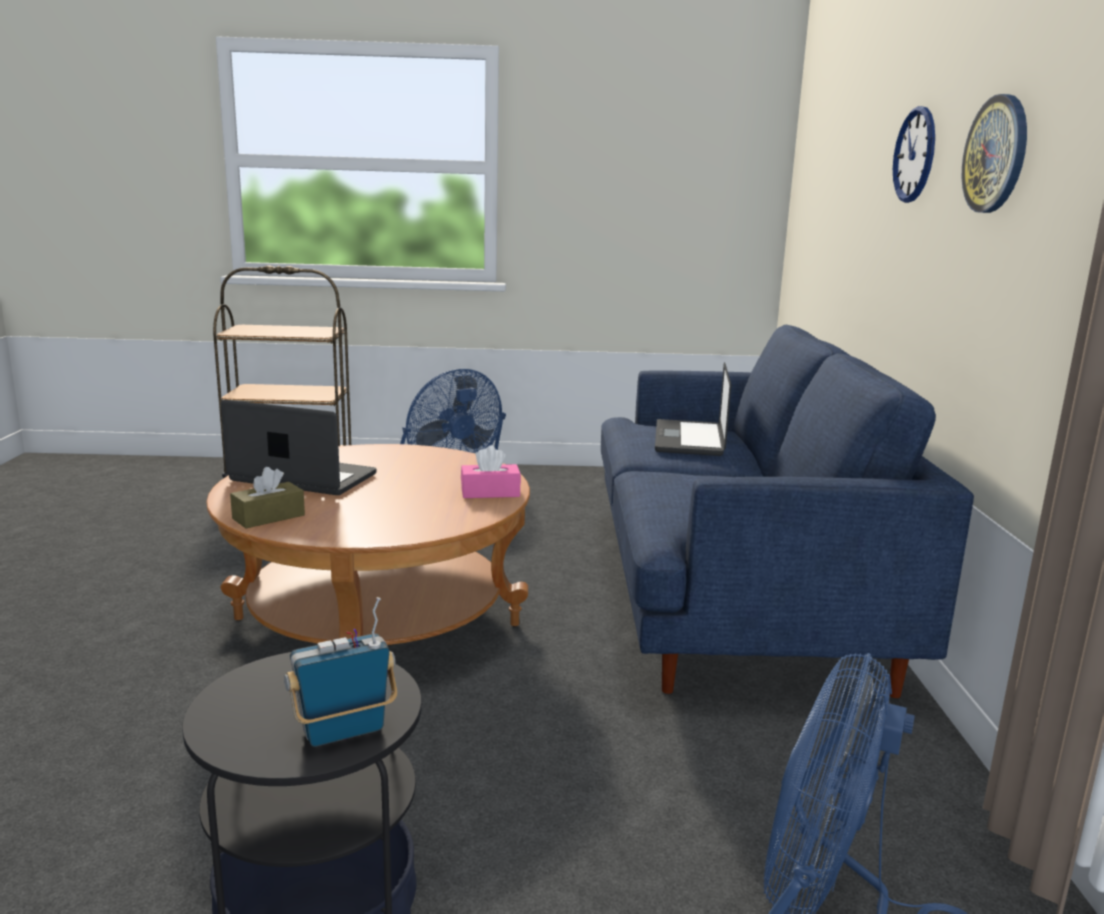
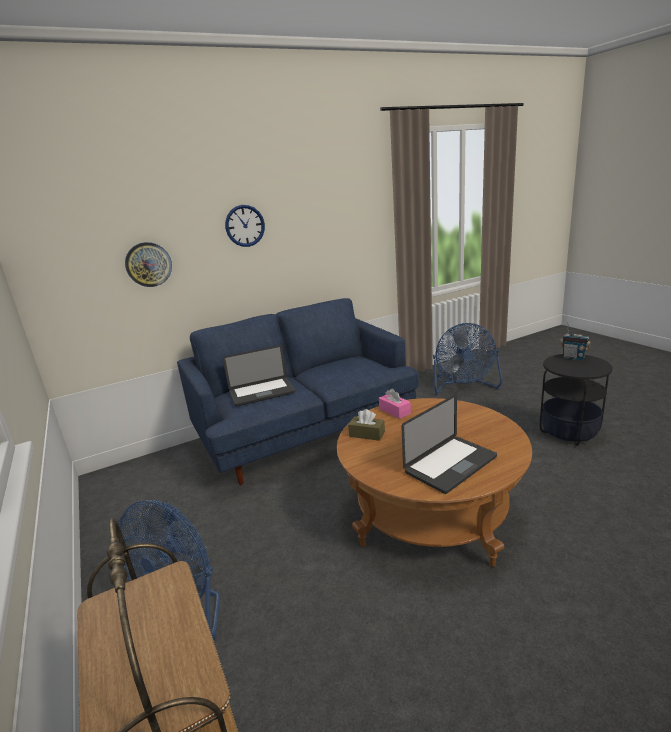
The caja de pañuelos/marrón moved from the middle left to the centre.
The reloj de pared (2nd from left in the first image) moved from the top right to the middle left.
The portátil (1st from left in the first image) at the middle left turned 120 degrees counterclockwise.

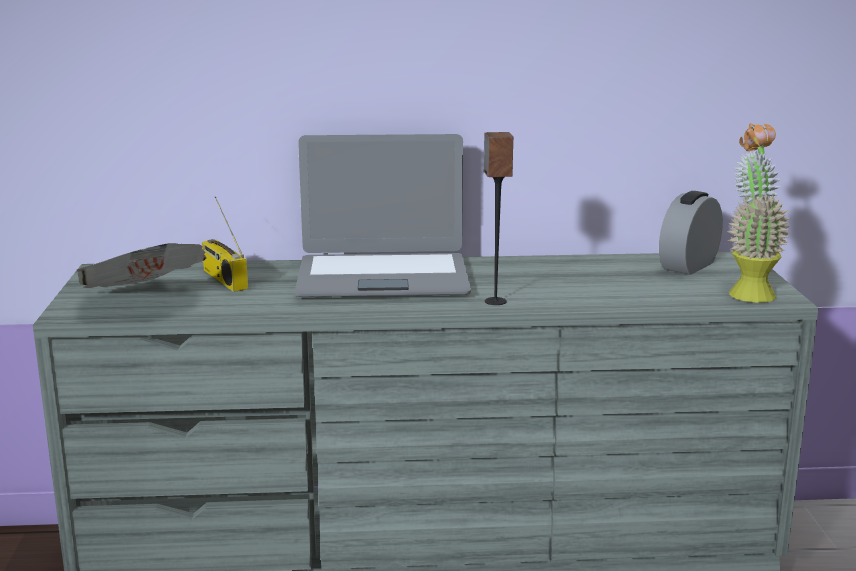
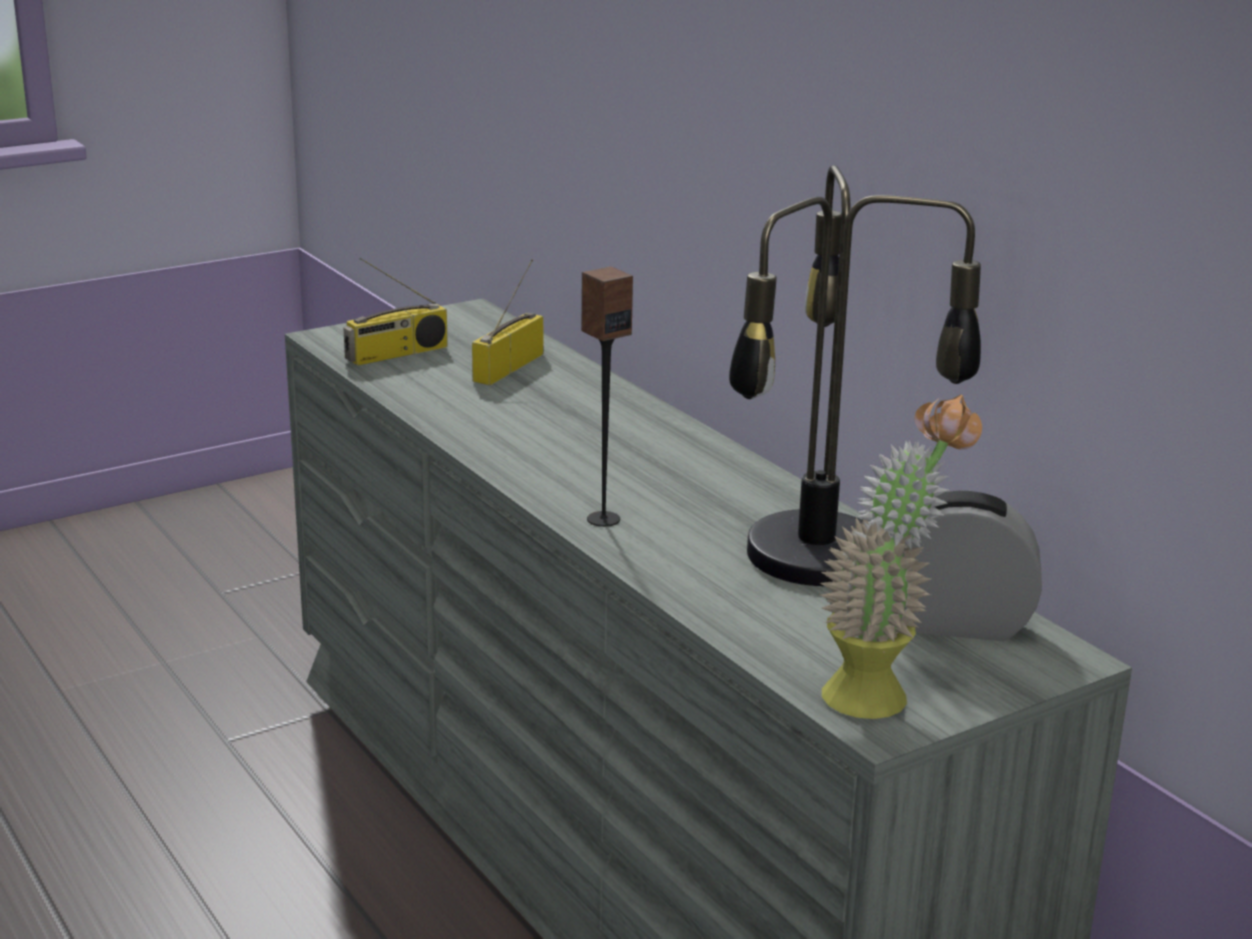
The portátil at the centre disappeared.
The lámpara de mesa at the middle right appeared.
The periódico at the middle left was replaced by the radio (1st from left) at the top left.

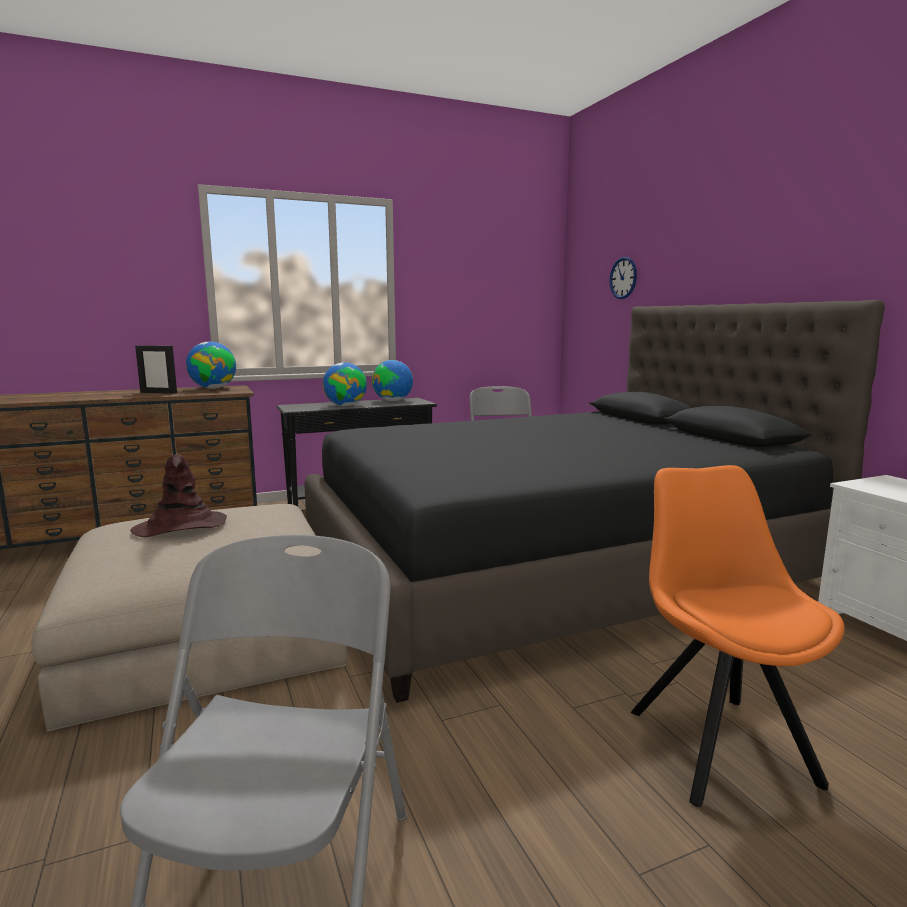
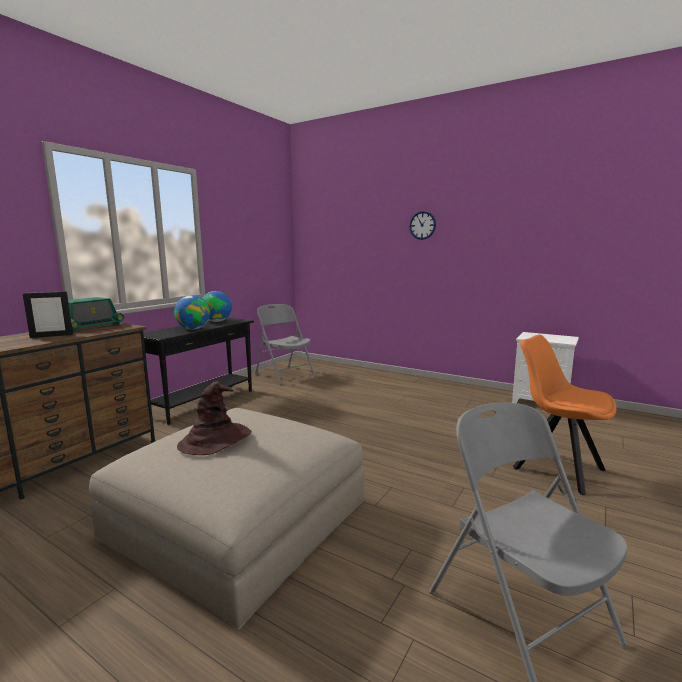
The cama/negro at the centre disappeared.
The reloj de pared moved from the top right to the top centre.
The globo terráqueo (1st from left) at the middle left was replaced by the radio at the middle left.

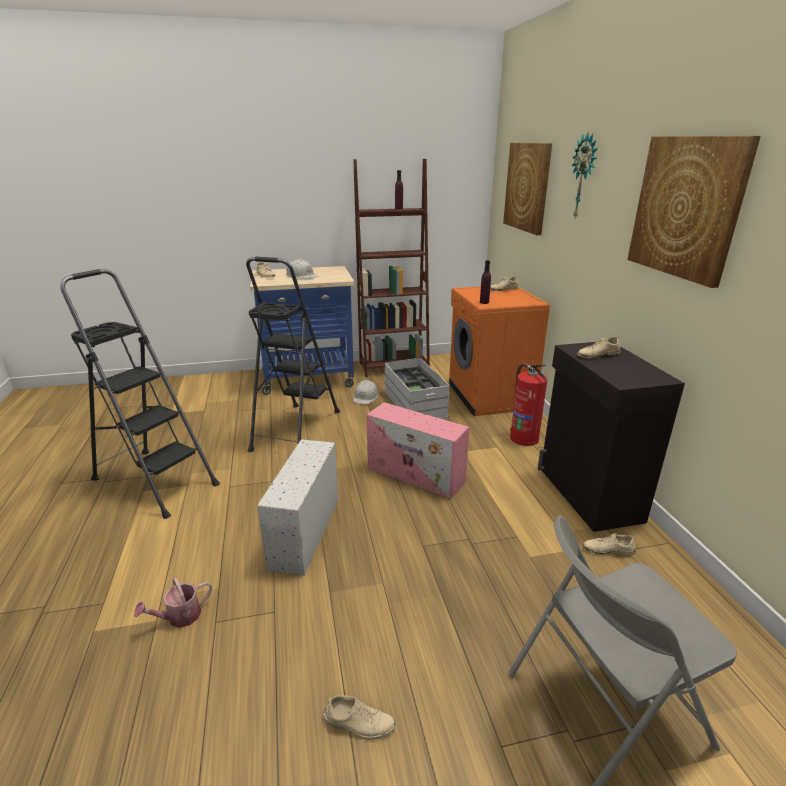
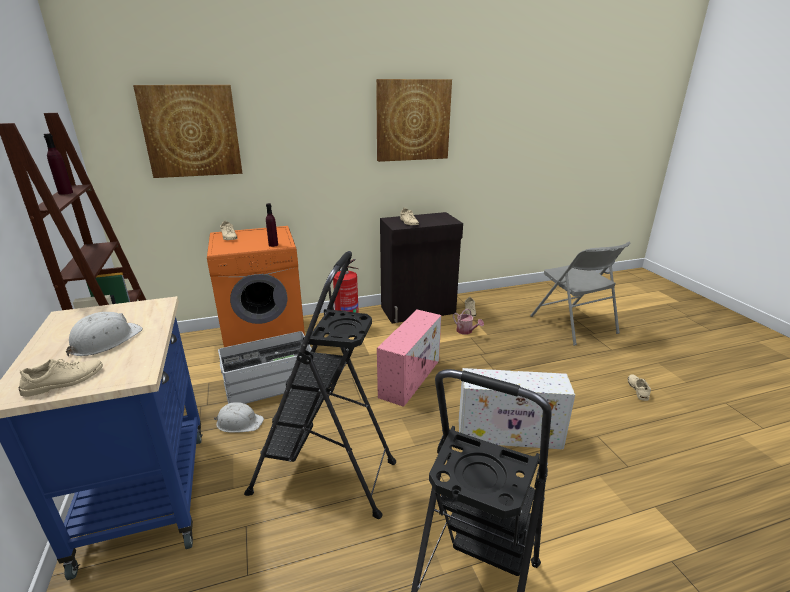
The reloj de pared at the top right disappeared.
The regadera moved from the bottom left to the centre.

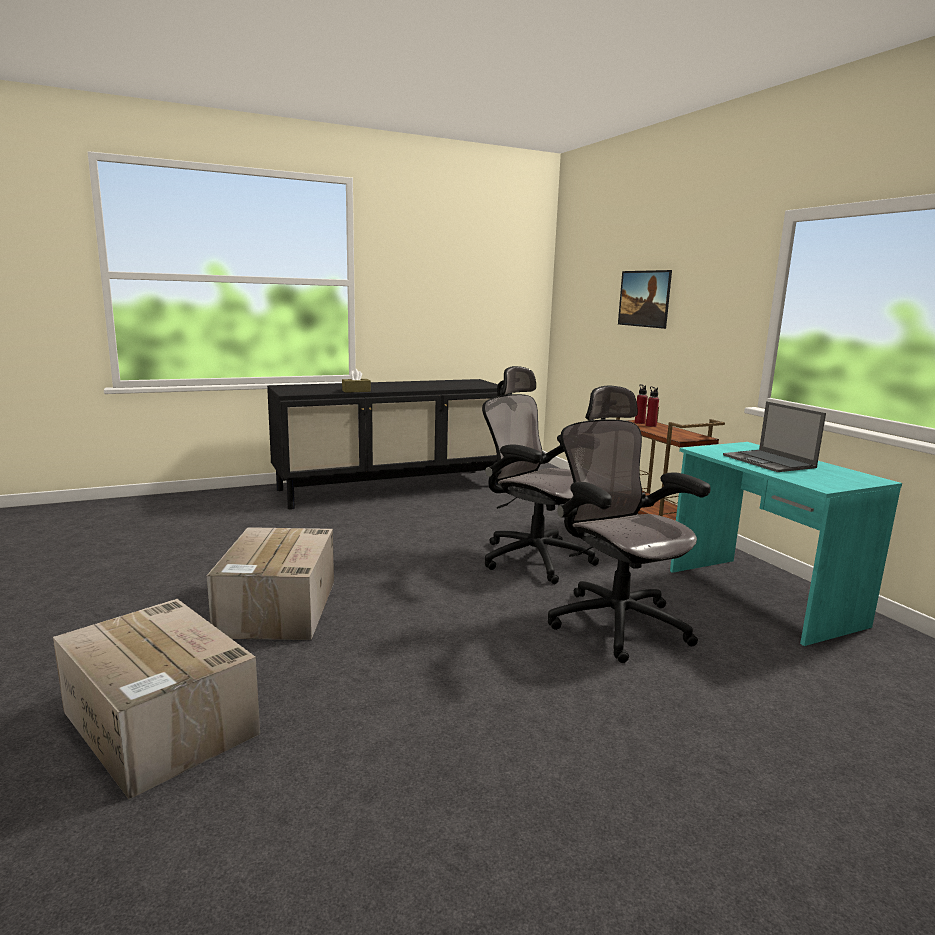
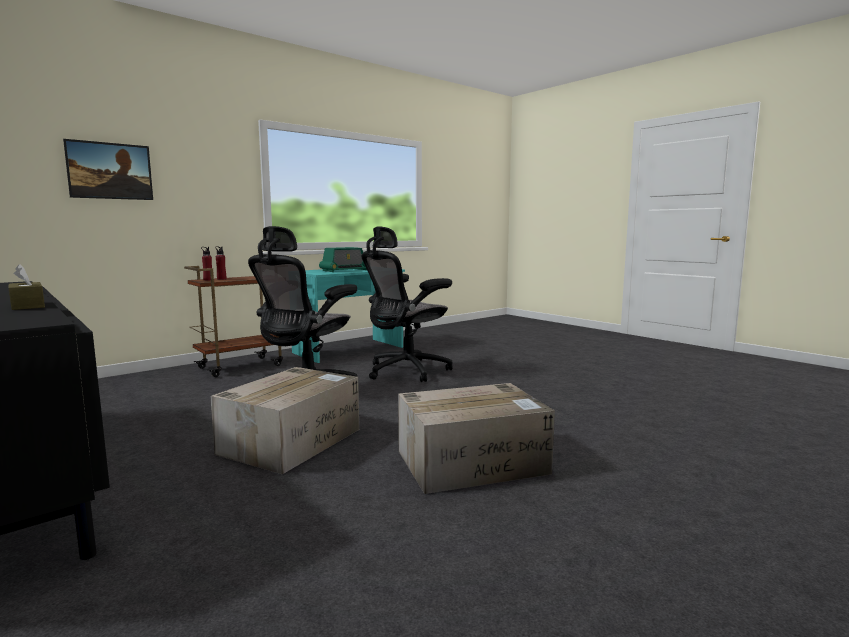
The caja de cartón (1st from left) moved from the bottom left to the centre.
The portátil at the middle right was replaced by the radio at the centre.

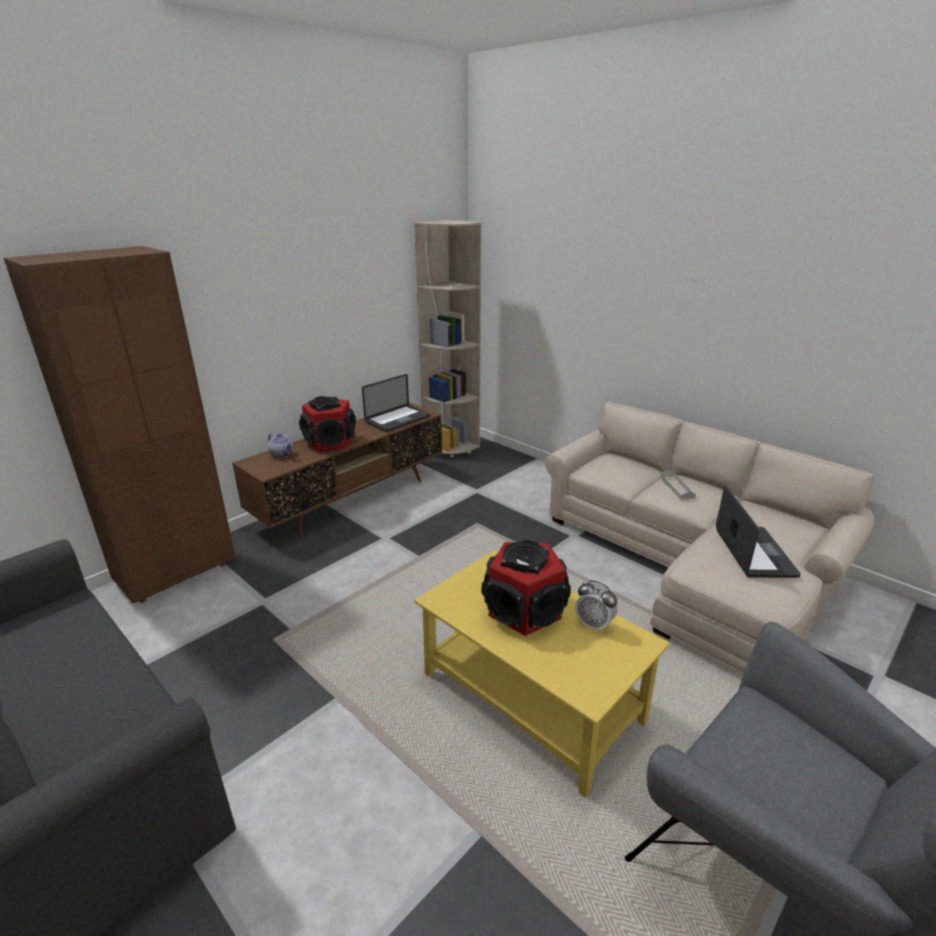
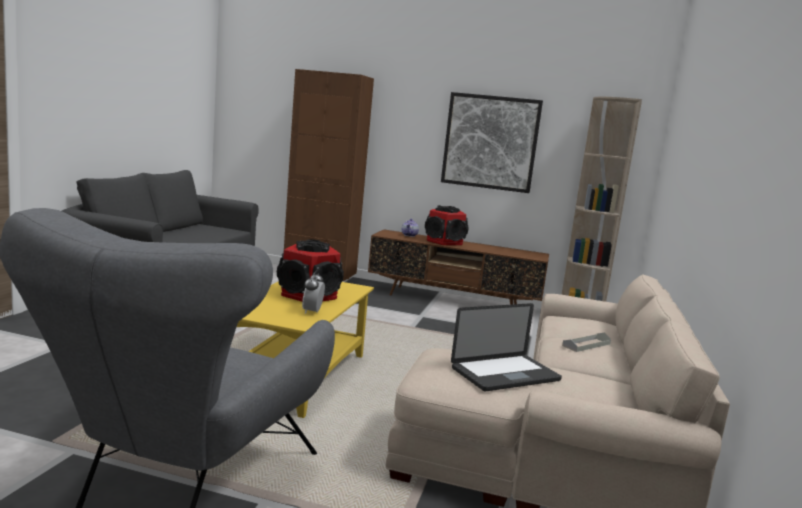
The portátil (1st from left) at the centre disappeared.
The cuadro at the top centre appeared.

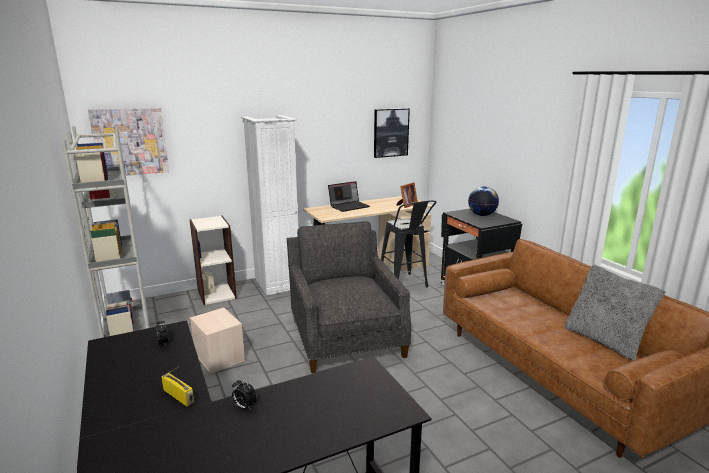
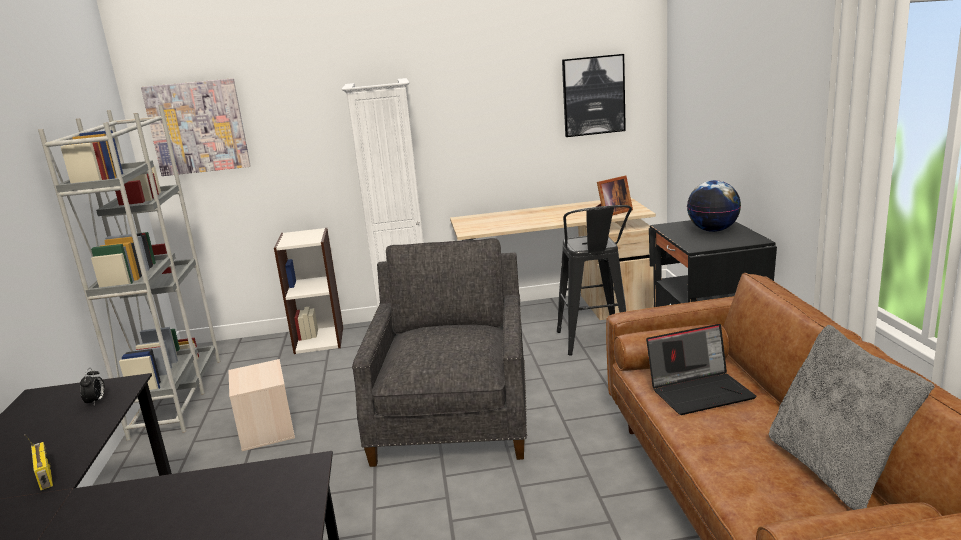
The despertador (2nd from left) at the bottom centre disappeared.
The portátil moved from the centre to the bottom right.

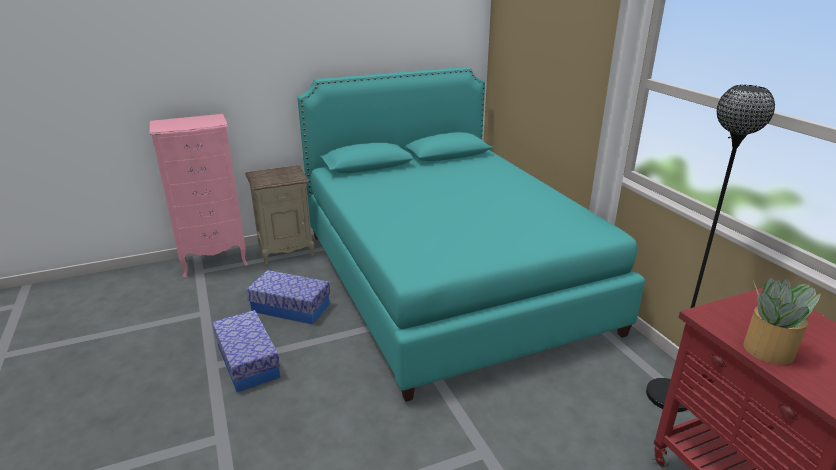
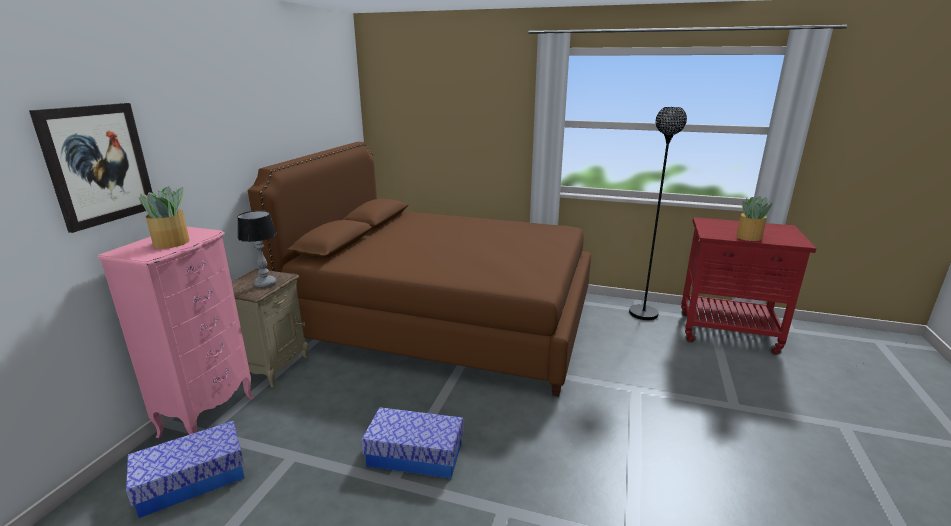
The cuadro at the top left appeared.
The planta en maceta (1st from left) at the middle left appeared.
The lámpara de mesa at the middle left appeared.
The caja de almacenaje (2nd from left in the first image) moved from the centre to the bottom left.
The cama/turquesa at the centre became the cama/marrón at the centre.

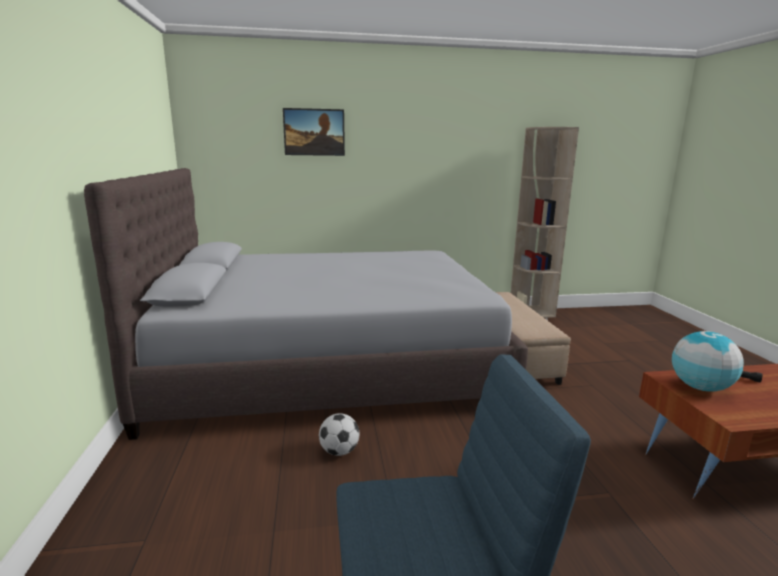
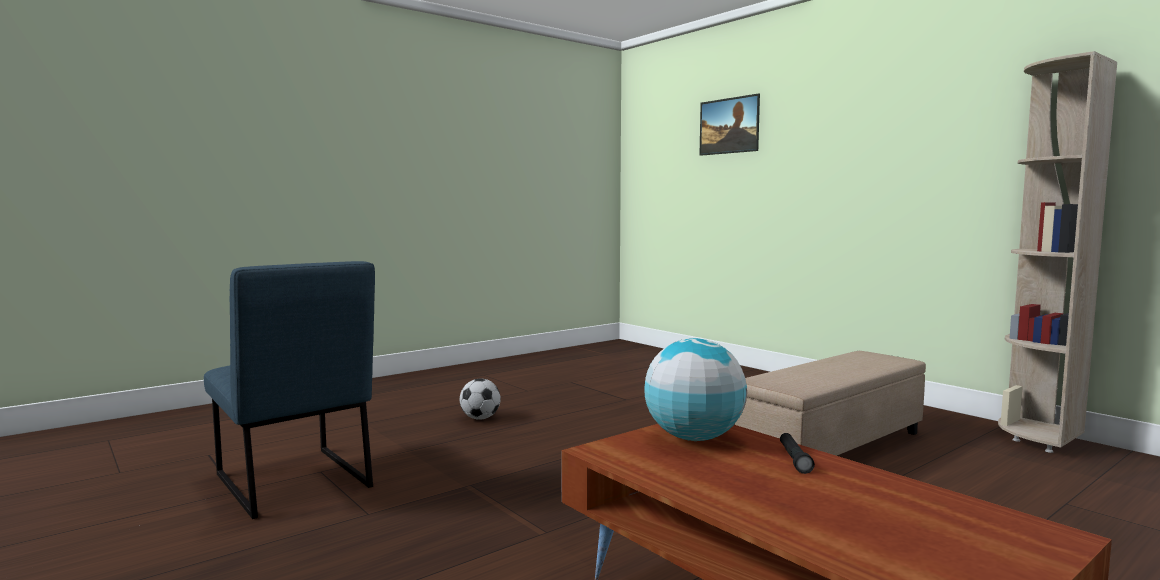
The cama/gris at the centre disappeared.

